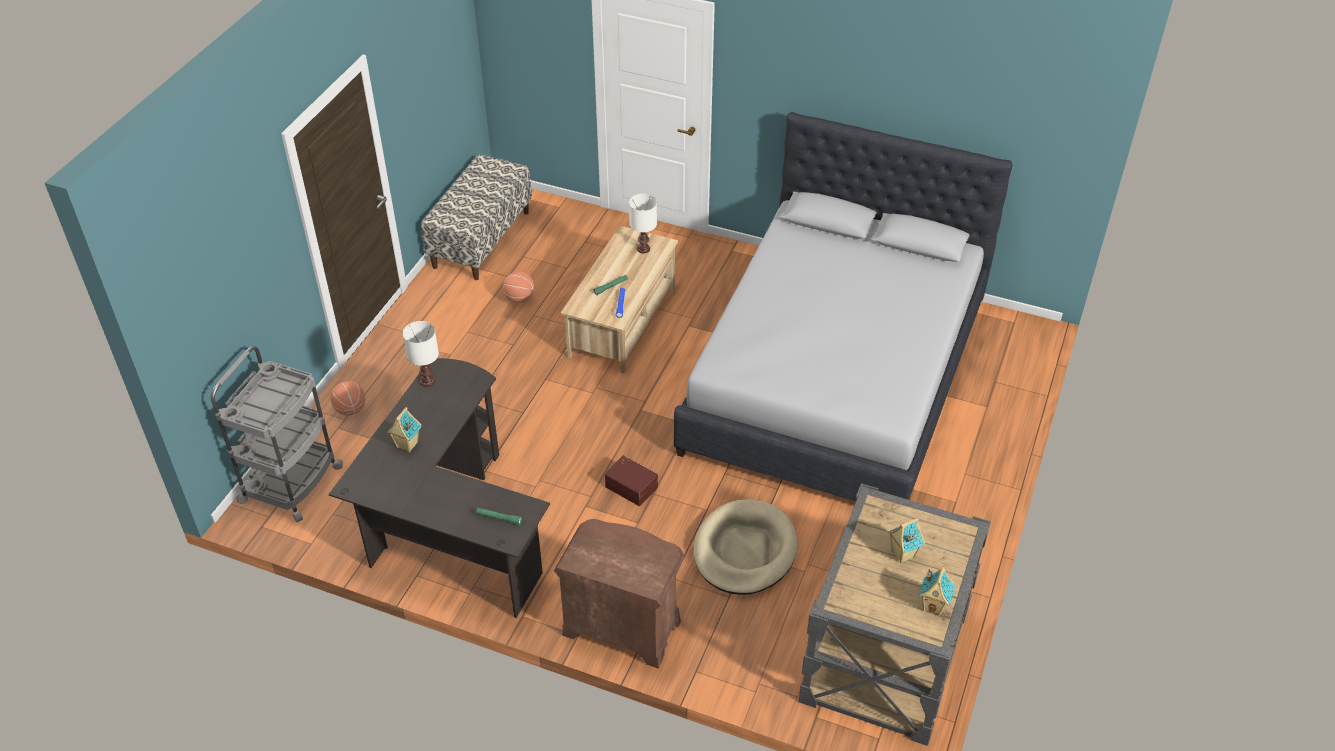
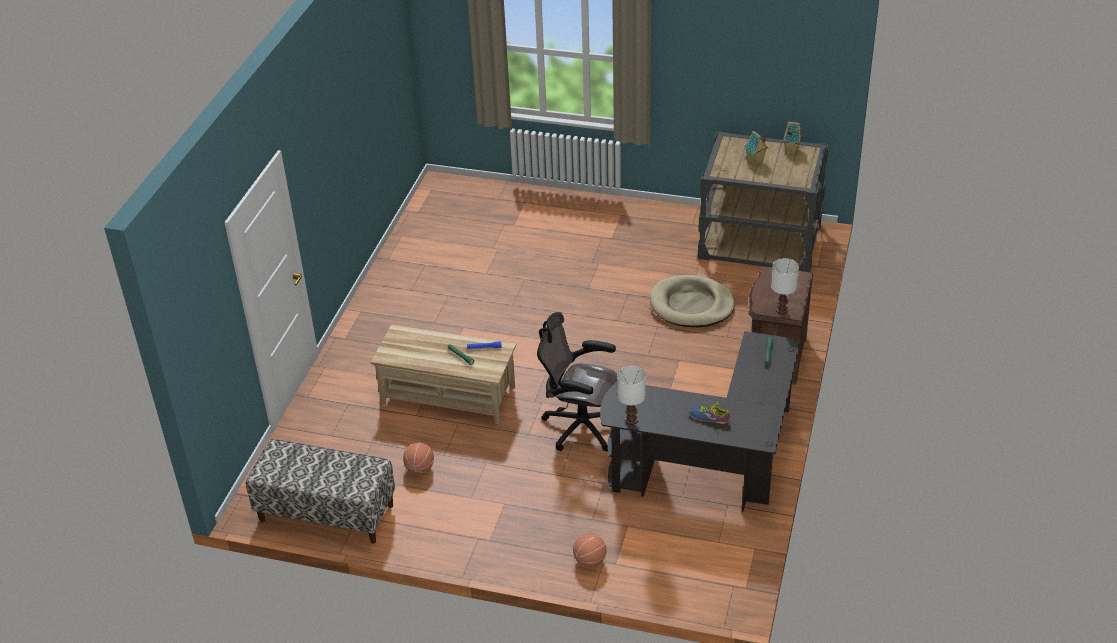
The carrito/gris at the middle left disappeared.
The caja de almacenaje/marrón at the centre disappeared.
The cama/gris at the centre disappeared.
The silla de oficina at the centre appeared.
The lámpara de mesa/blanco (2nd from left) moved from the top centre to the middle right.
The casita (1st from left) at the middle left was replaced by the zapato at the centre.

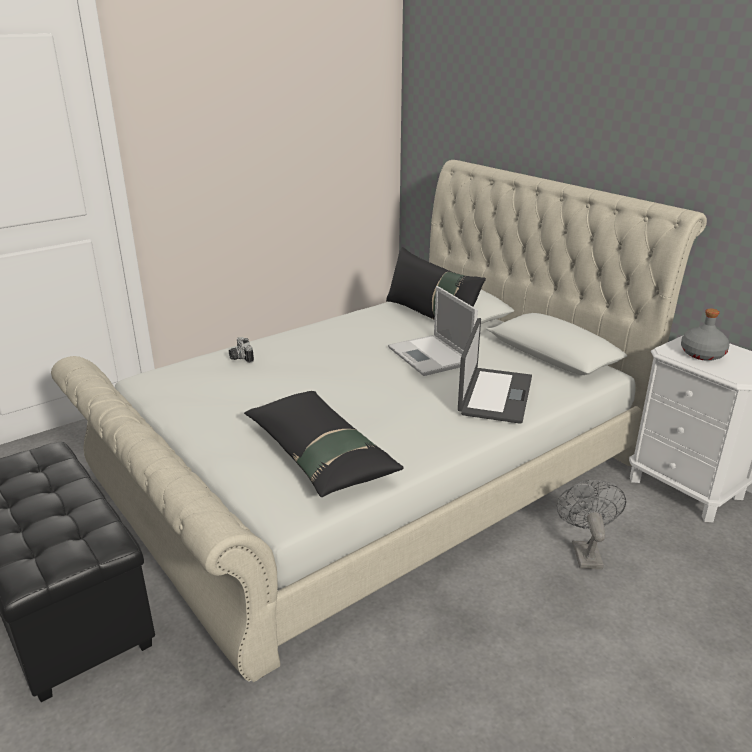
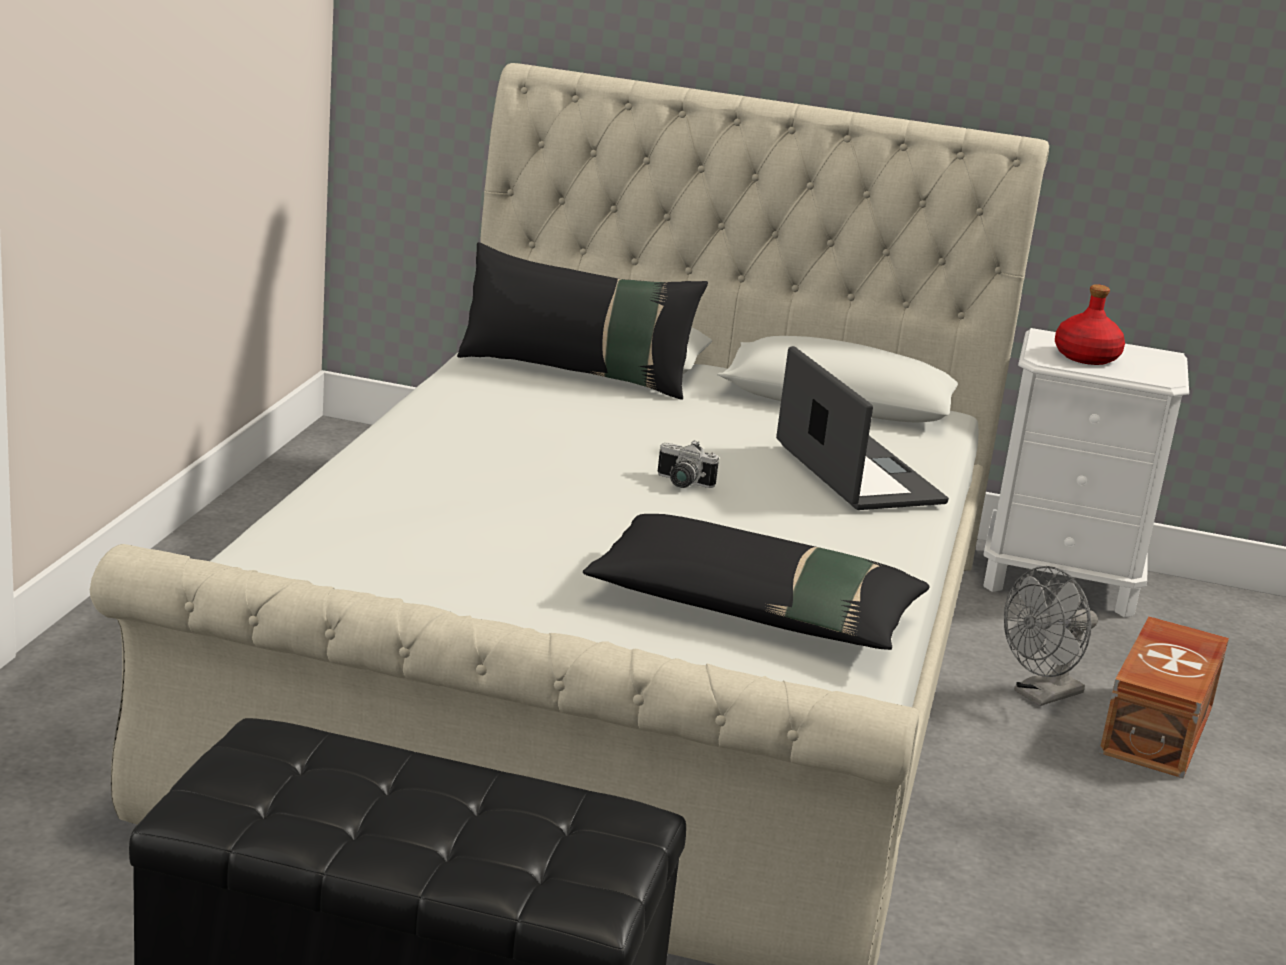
The portátil (1st from left) at the centre disappeared.
The caja de almacenaje/marrón at the bottom right appeared.
The cámara moved from the middle left to the centre.
The botella/gris at the middle right became the botella/rojo at the middle right.
The ventilador/gris at the bottom right turned 90 degrees counterclockwise.

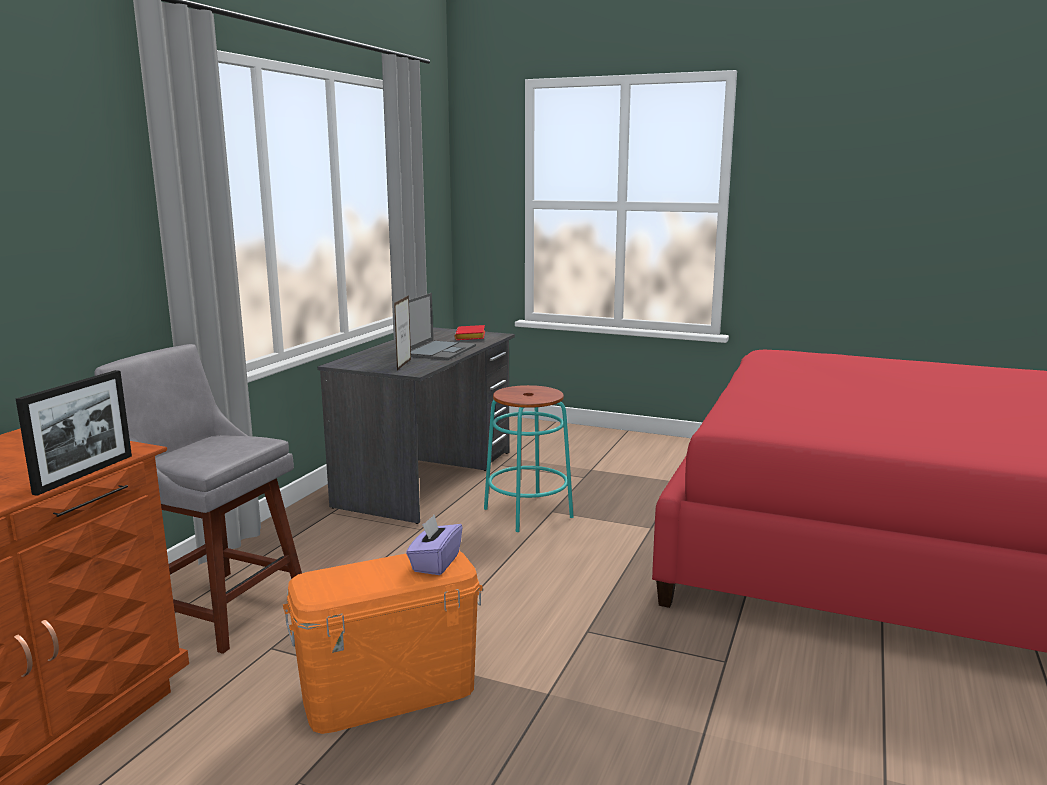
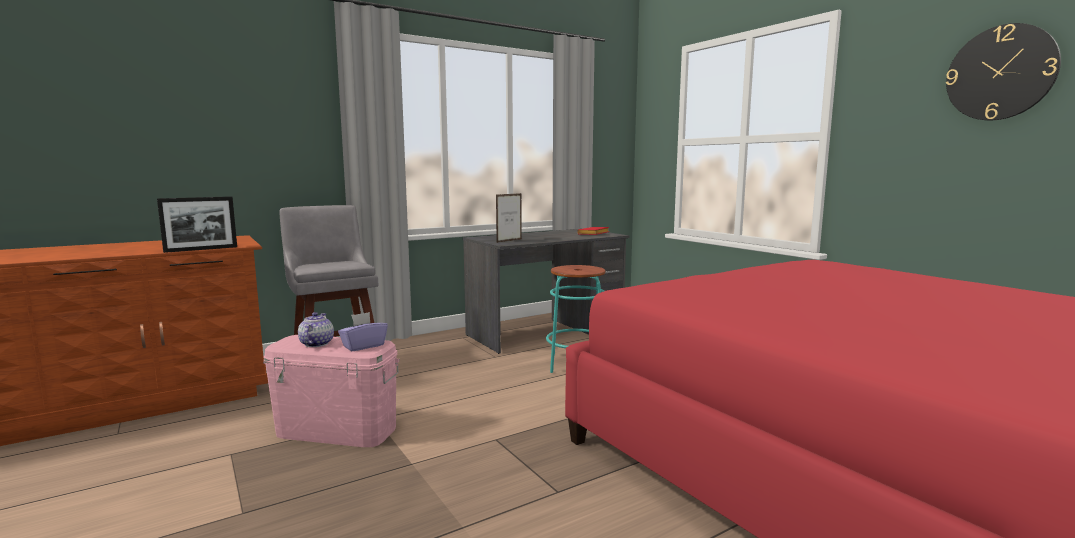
The portátil at the centre disappeared.
The tetera at the middle left appeared.
The reloj de pared at the top right appeared.
The caja de almacenaje/naranja at the bottom centre became the caja de almacenaje/rosa at the bottom left.

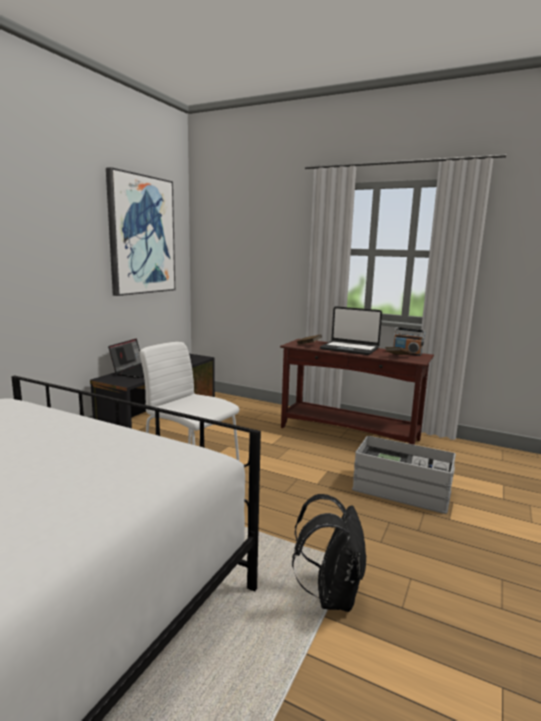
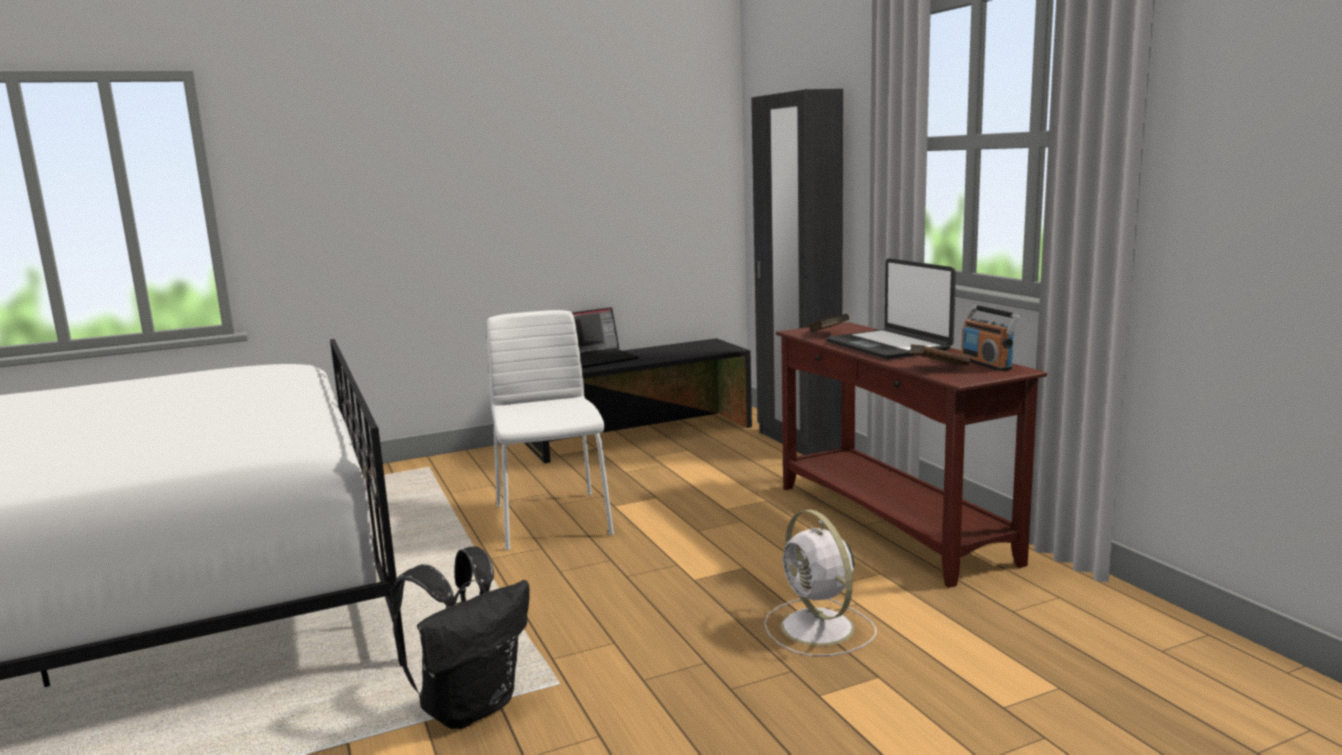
The cuadro at the top left disappeared.
The armario ropero/negro at the centre appeared.
The caja de almacenaje/gris at the middle right was replaced by the ventilador/blanco at the bottom centre.

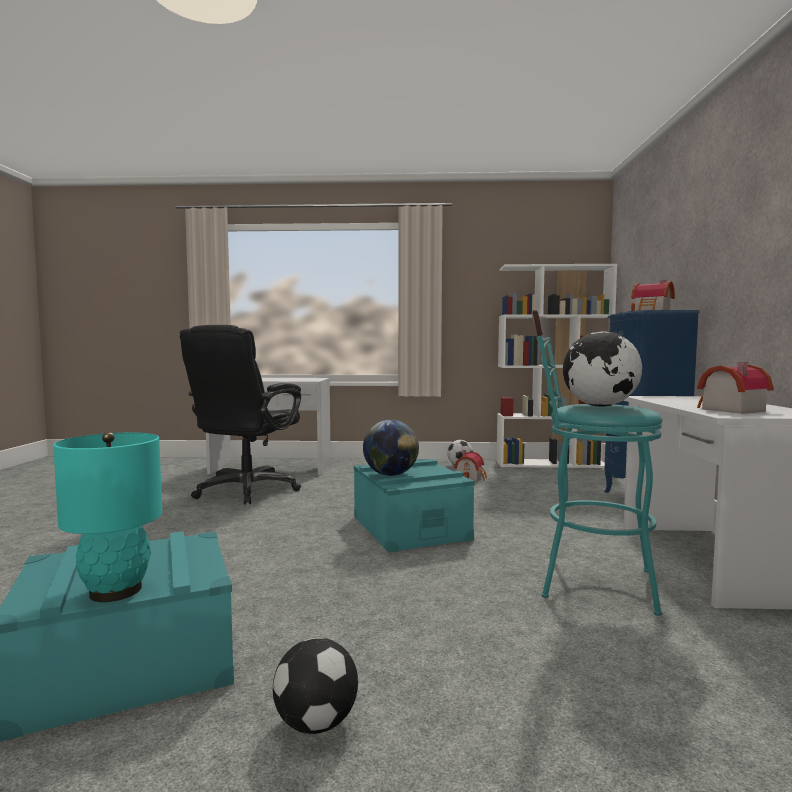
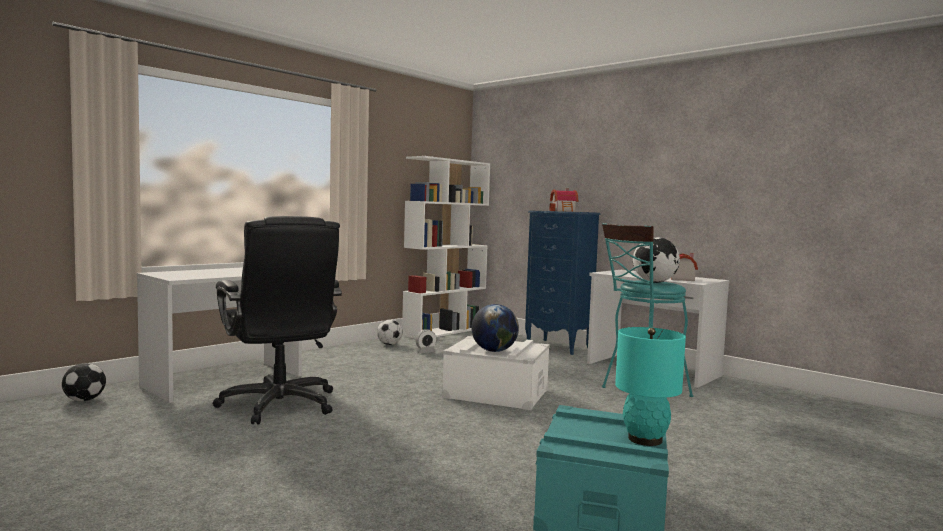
The balón de fútbol (1st from left) moved from the bottom centre to the bottom left.
The casita (1st from left) at the centre was replaced by the despertador at the centre.
The caja de almacenaje/turquesa (2nd from left) at the centre became the caja de almacenaje/blanco at the bottom centre.

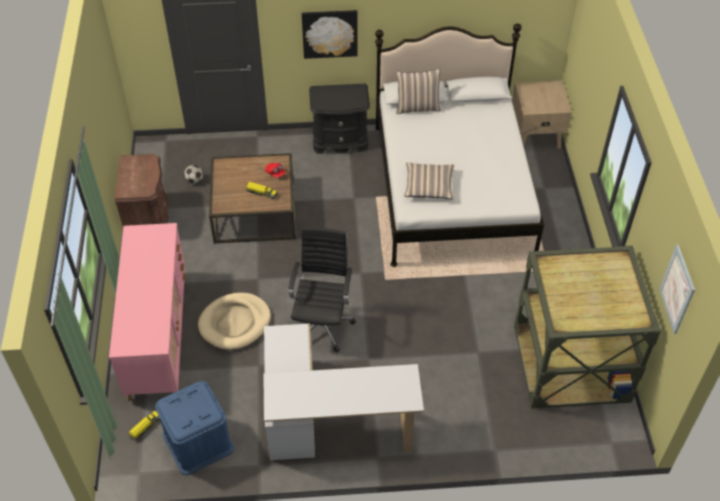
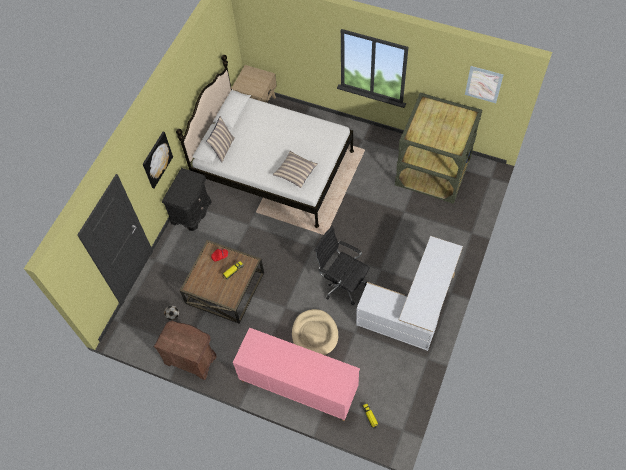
The caja de almacenaje/azul at the bottom left disappeared.

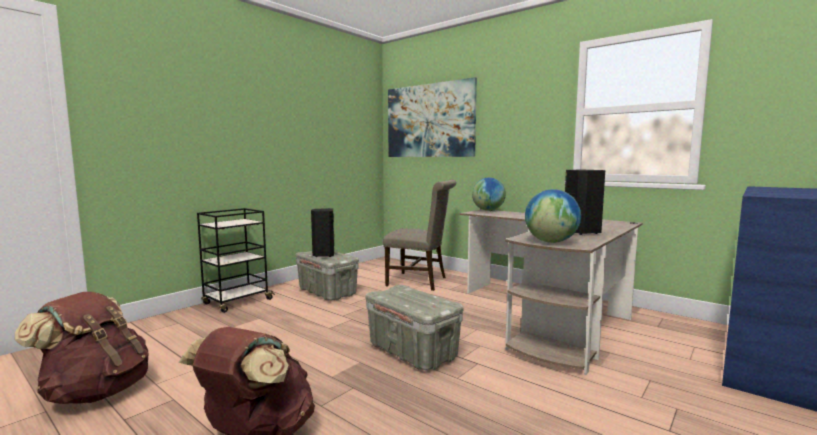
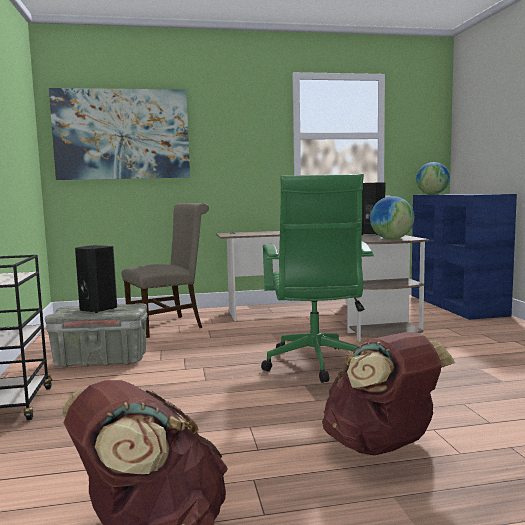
The globo terráqueo (1st from left in the first image) moved from the centre to the middle right.
The caja de almacenaje/gris (2nd from left) at the bottom centre was replaced by the silla de oficina/verde at the centre.

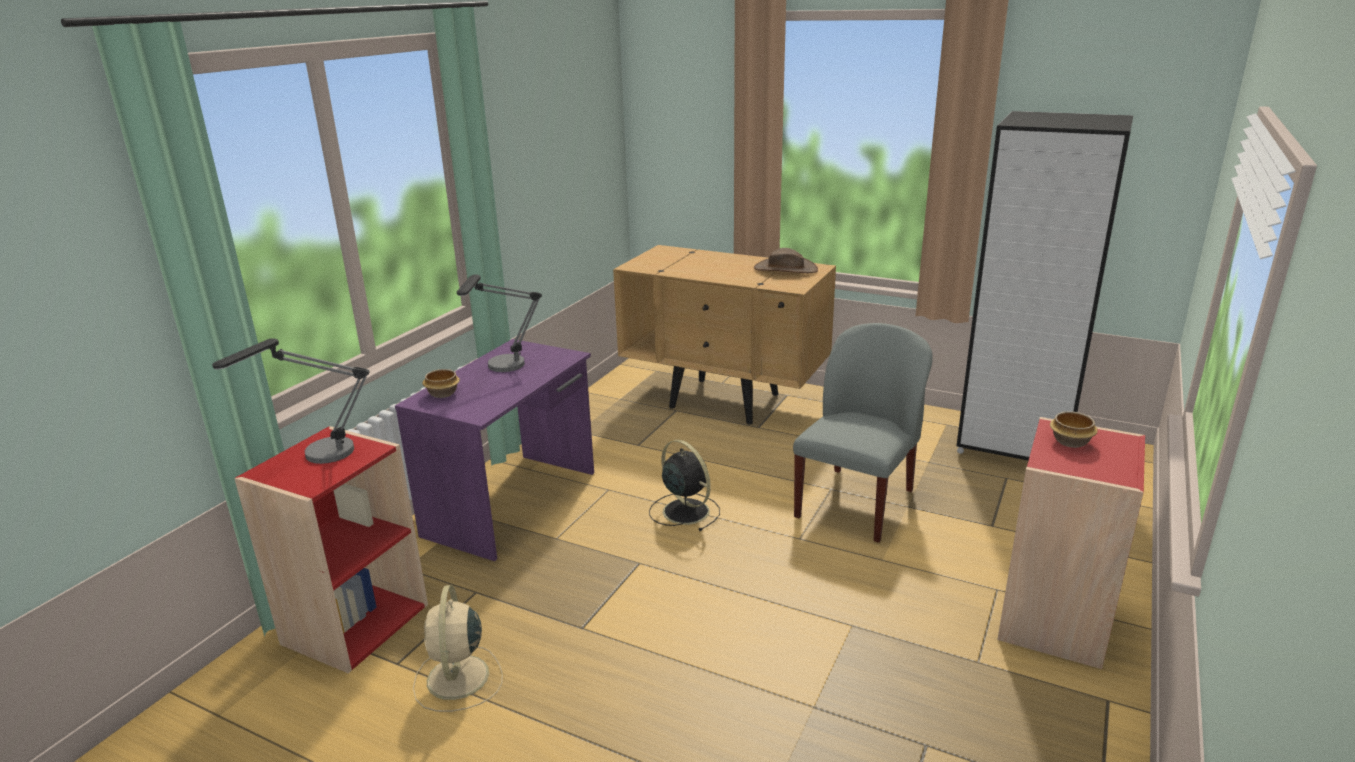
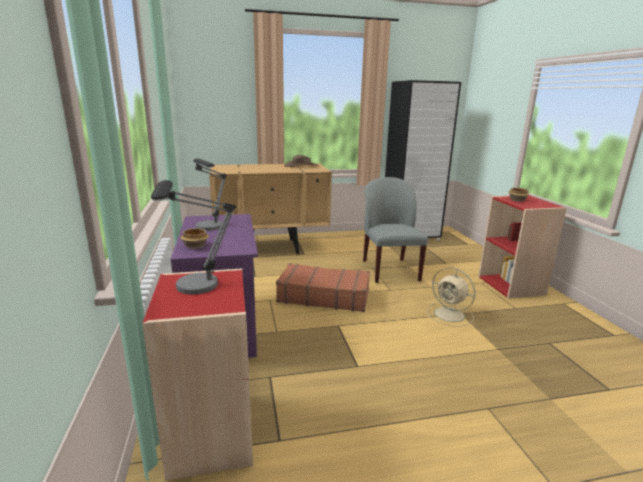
The ventilador/beis moved from the bottom centre to the middle right.
The ventilador/negro at the centre was replaced by the maleta/marrón at the centre.

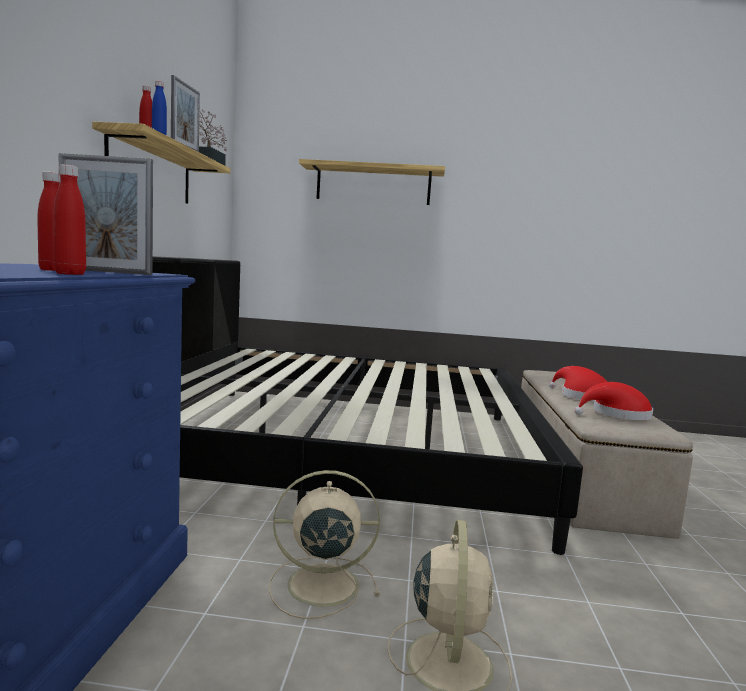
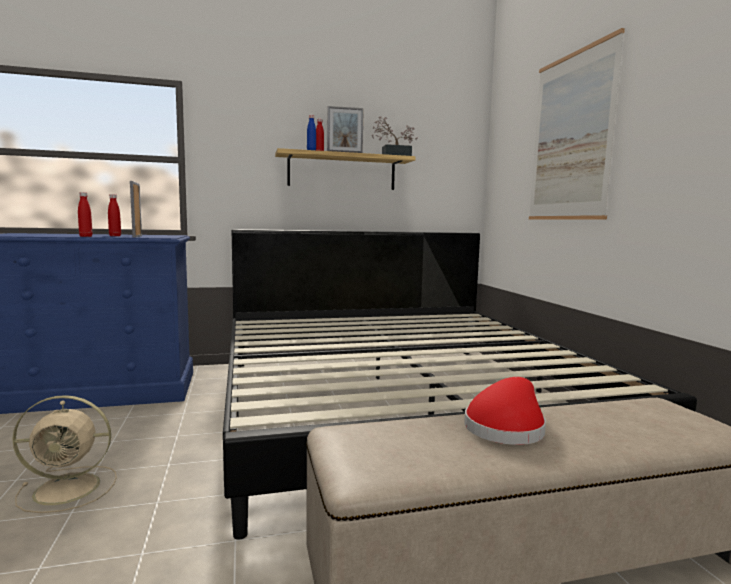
The ventilador/beis (1st from left) at the bottom centre disappeared.
The sombrero/rojo (2nd from left) at the middle right disappeared.
The estante (2nd from left) at the top centre was replaced by the cuadro at the top right.

